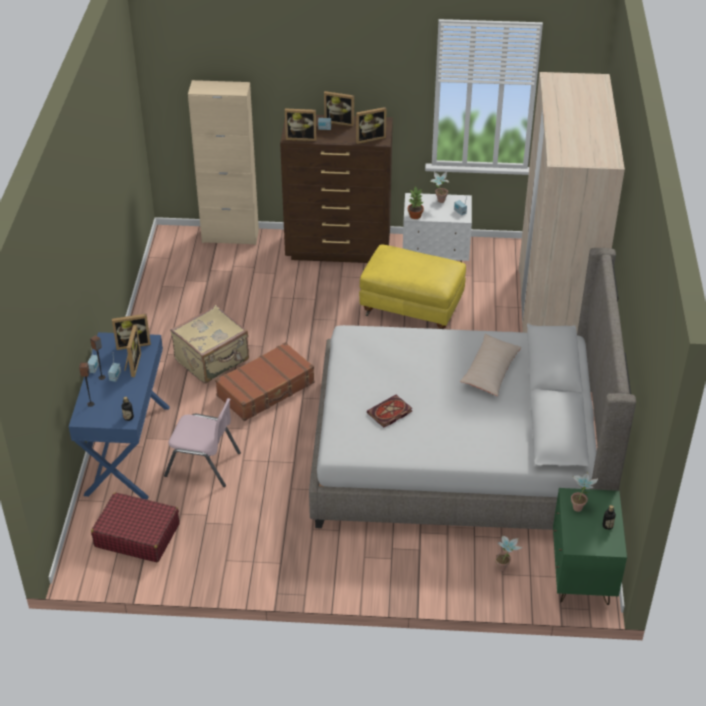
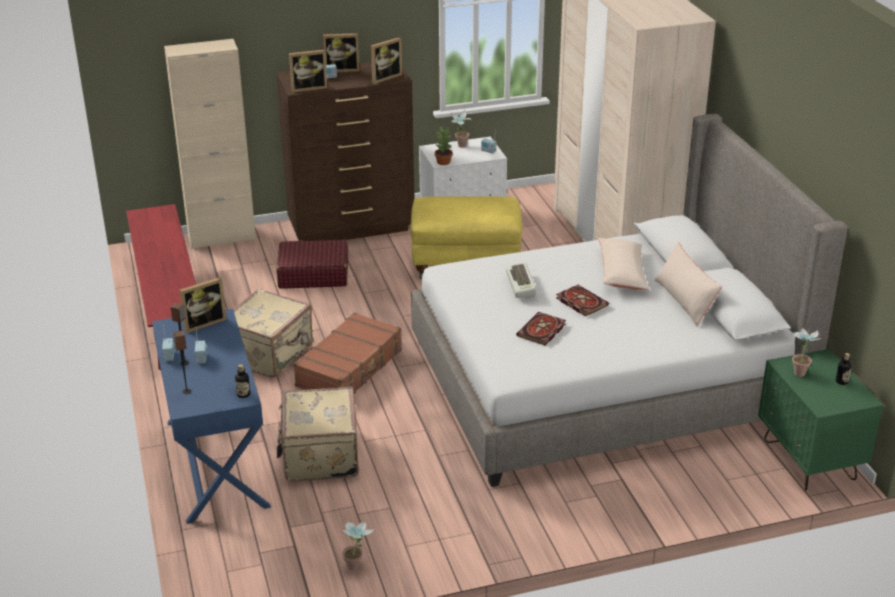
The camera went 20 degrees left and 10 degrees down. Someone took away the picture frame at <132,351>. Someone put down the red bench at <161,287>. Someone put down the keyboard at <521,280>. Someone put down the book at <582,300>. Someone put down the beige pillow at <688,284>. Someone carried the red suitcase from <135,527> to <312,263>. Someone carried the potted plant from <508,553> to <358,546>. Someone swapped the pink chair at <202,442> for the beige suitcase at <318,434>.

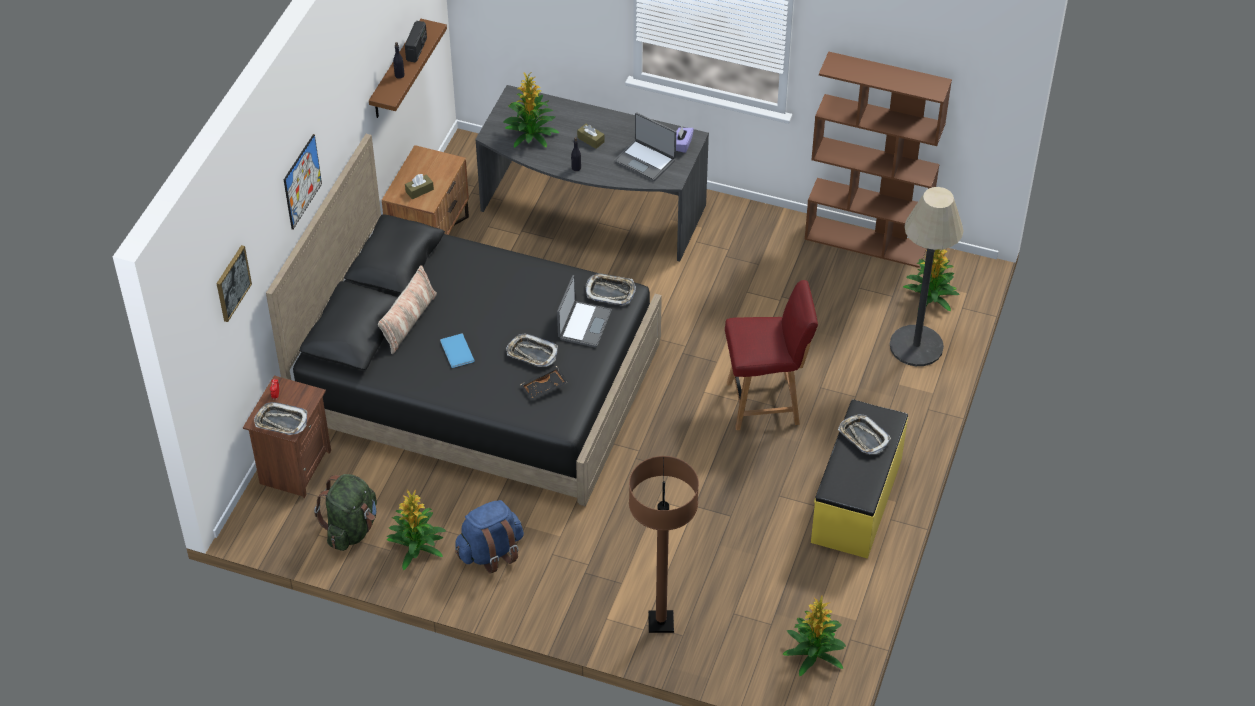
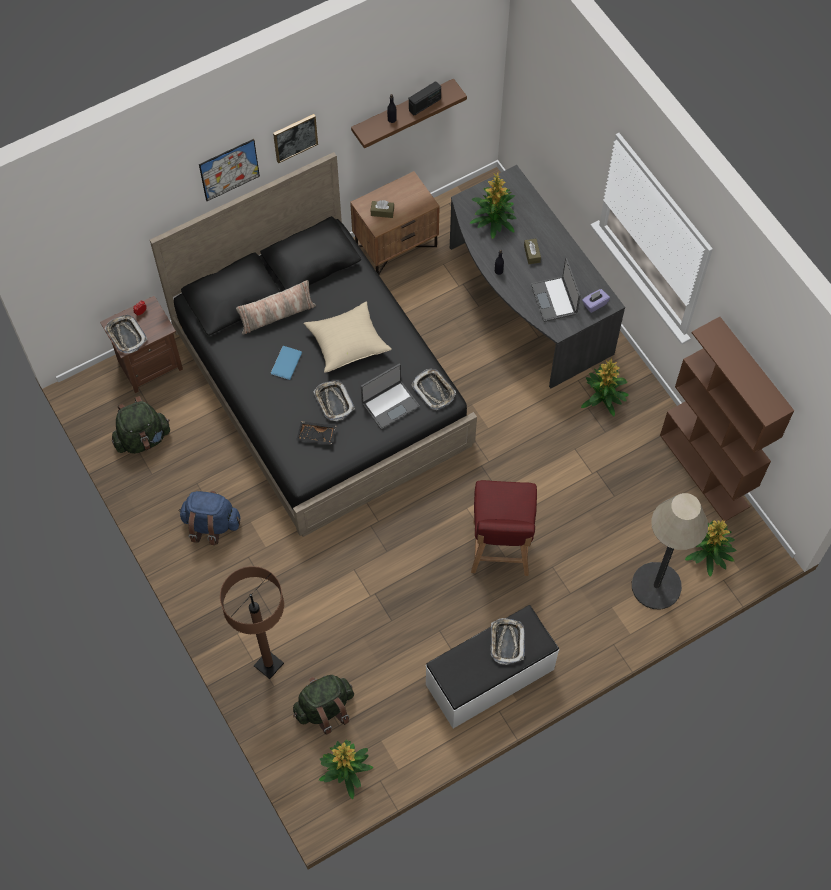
The camera went 40 degrees right and 15 degrees up. Someone put down the green backpack at <323,705>. Someone put down the beige pillow at <348,337>. Someone carried the picture from <234,283> to <295,138>. Someone carried the potted plant from <416,530> to <604,387>. Someone repainted the yellow bench at <859,479>, which became the white bench at <492,666>. Someone rotated the red chair at <771,355> by 60 degrees clockwise.

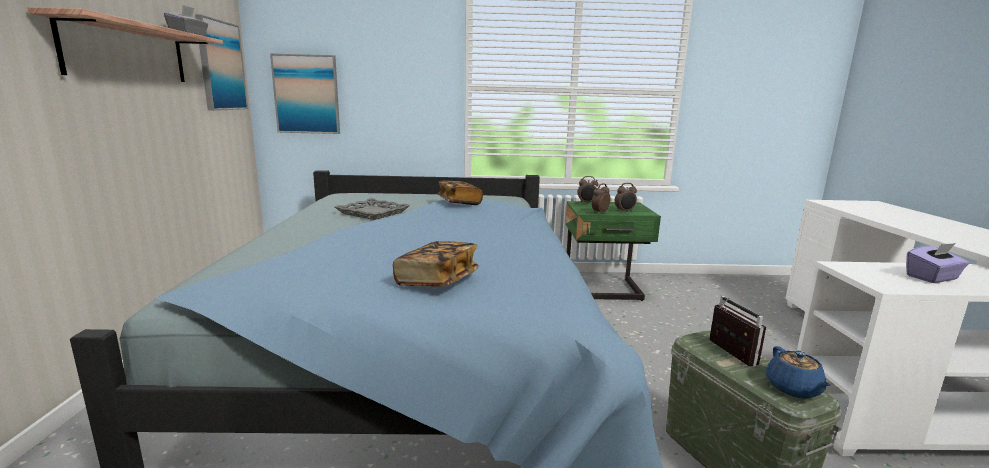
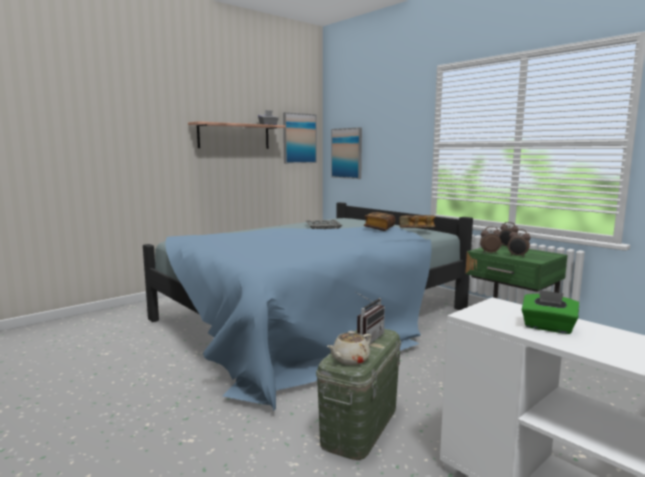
The camera went 50 degrees right and 5 degrees down. Someone carried the book from <436,264> to <417,221>. Someone repainted the blue teapot at <798,372>, which became the beige teapot at <349,348>. Someone repainted the purple tissue box at <937,263>, which became the green tissue box at <550,312>.

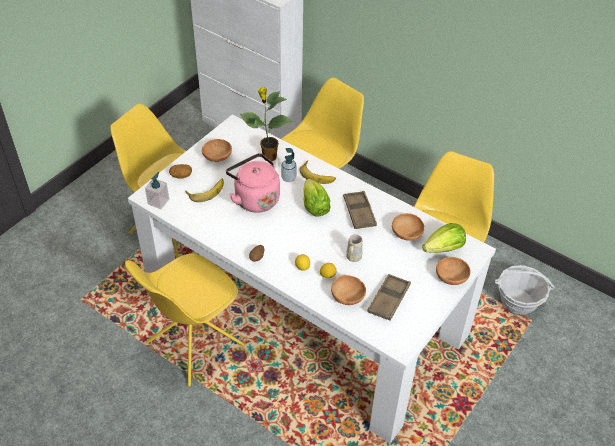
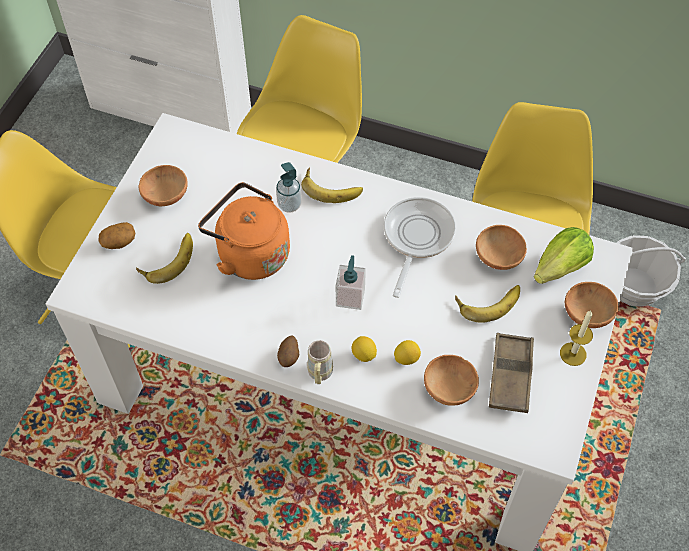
The camera went 15 degrees left and 10 degrees up. Someone took away the yellow chair at <185,319>. Someone took away the potted plant at <266,124>. Someone took away the lettuce at <317,198>. Someone put down the banana at <487,304>. Someone put down the candle at <576,338>. Someone carried the soap dispenser from <157,190> to <351,282>. Someone carried the beige mug from <354,248> to <320,362>. Someone swapped the brown tray at <360,210> for the frying pan at <420,247>. Someone repainted the pink kettle at <253,183>, which became the orange kettle at <244,231>.

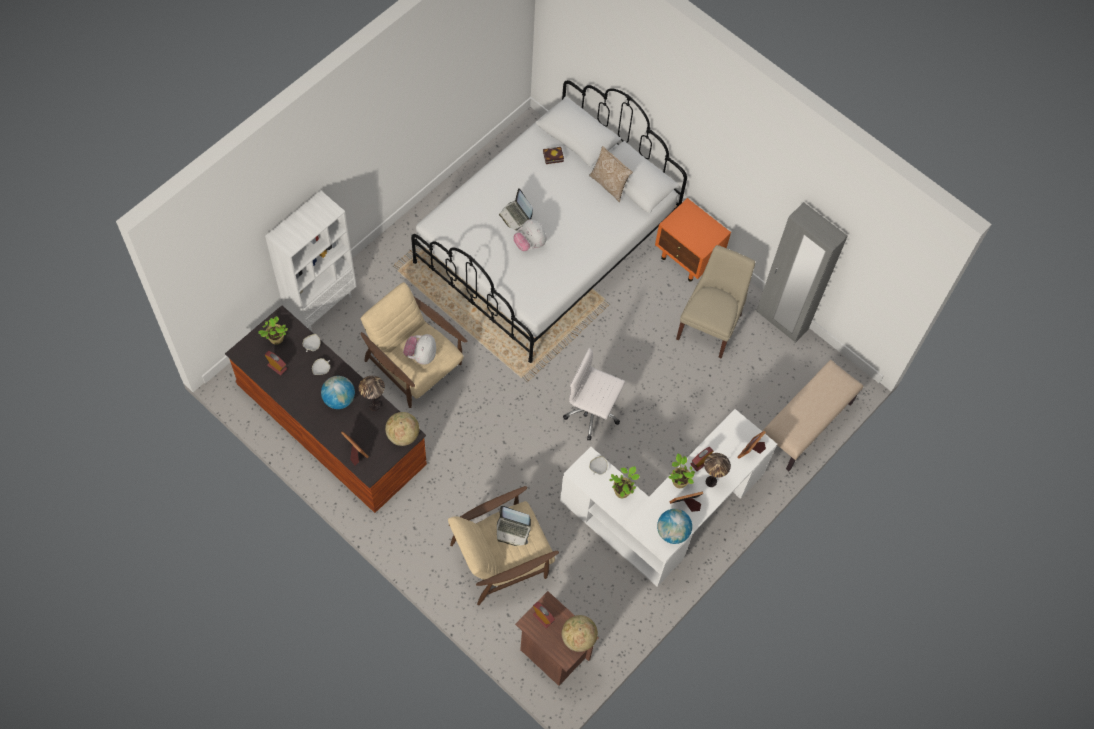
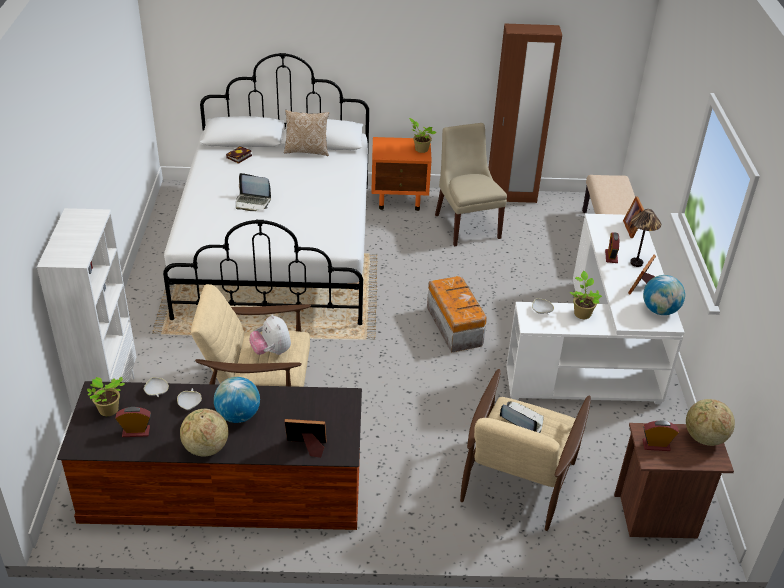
The camera went 40 degrees left and 25 degrees down. Someone took away the table lamp at <372,393>. Someone took away the plush toy at <530,235>. Someone carried the globe from <402,429> to <204,433>. Someone carried the potted plant from <682,471> to <422,135>. Someone swapped the white office chair at <594,394> for the storage box at <457,314>. Someone repainted the grey wardrobe at <802,272>, which became the brown wardrobe at <525,113>. Someone rotated the laptop at <514,526> by 120 degrees counterclockwise.

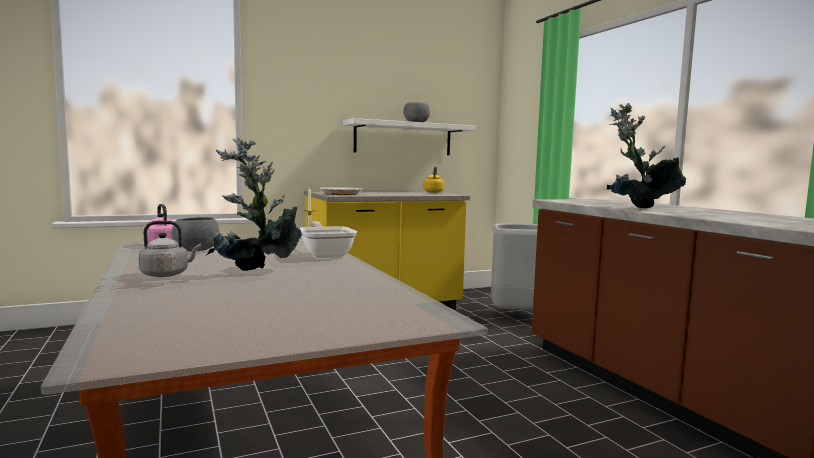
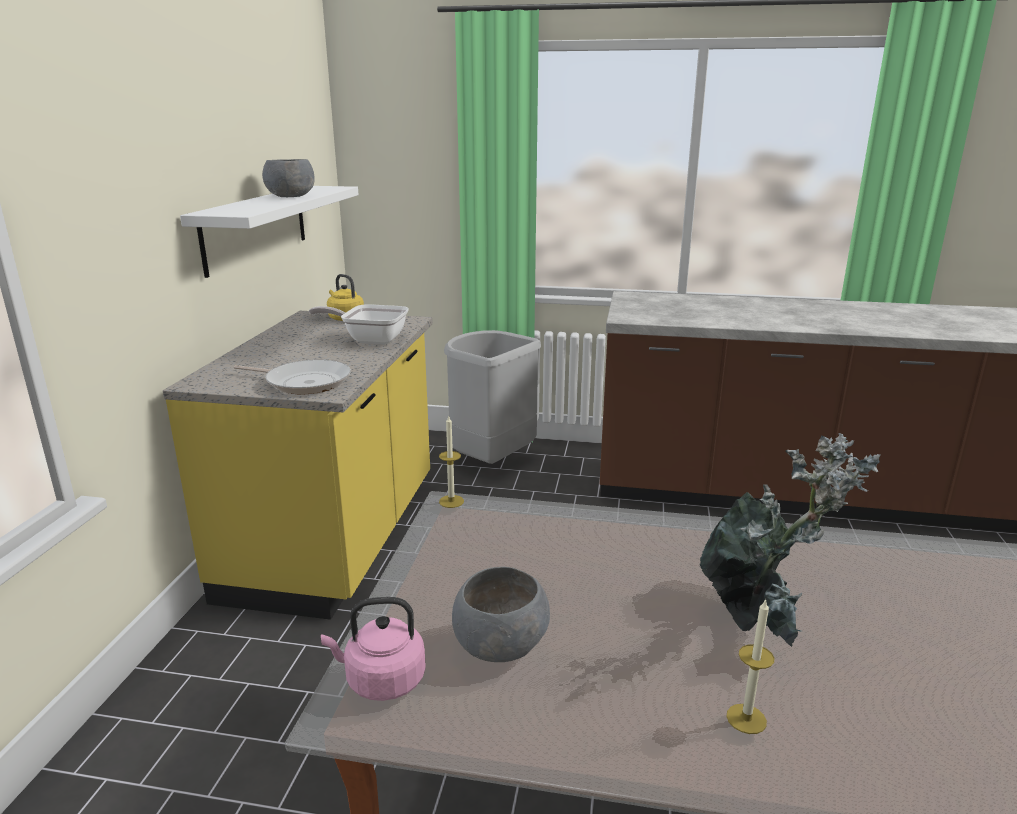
The camera went 55 degrees left and 15 degrees up. Someone took away the potted plant at <646,155>. Someone carried the frying pan from <328,239> to <359,324>. Someone swapped the grey kettle at <169,249> for the candle at <750,666>.

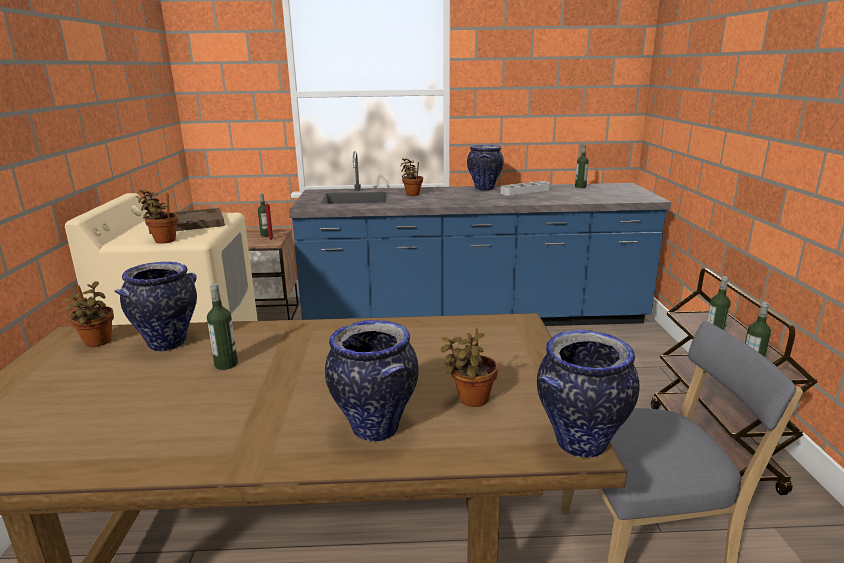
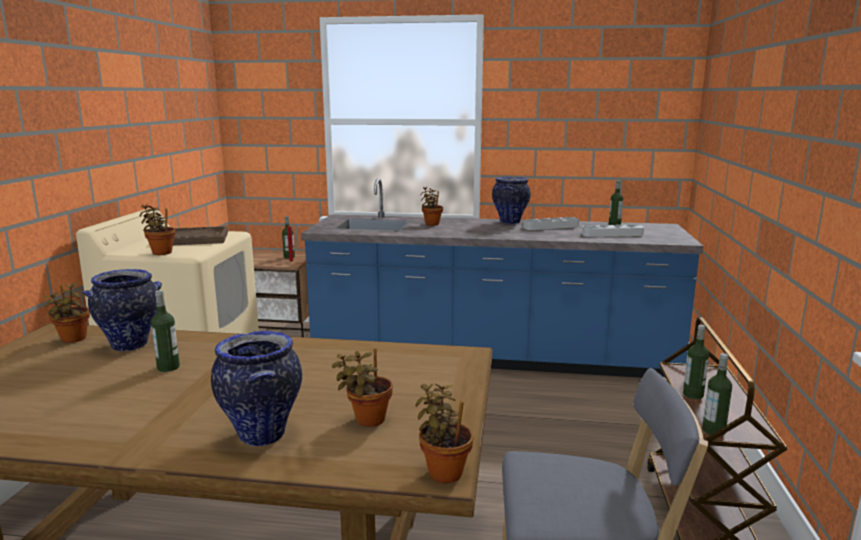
The camera went 10 degrees right and 5 degrees down. Someone put down the grey tray at <613,231>. Someone swapped the vase at <588,394> for the potted plant at <444,433>.

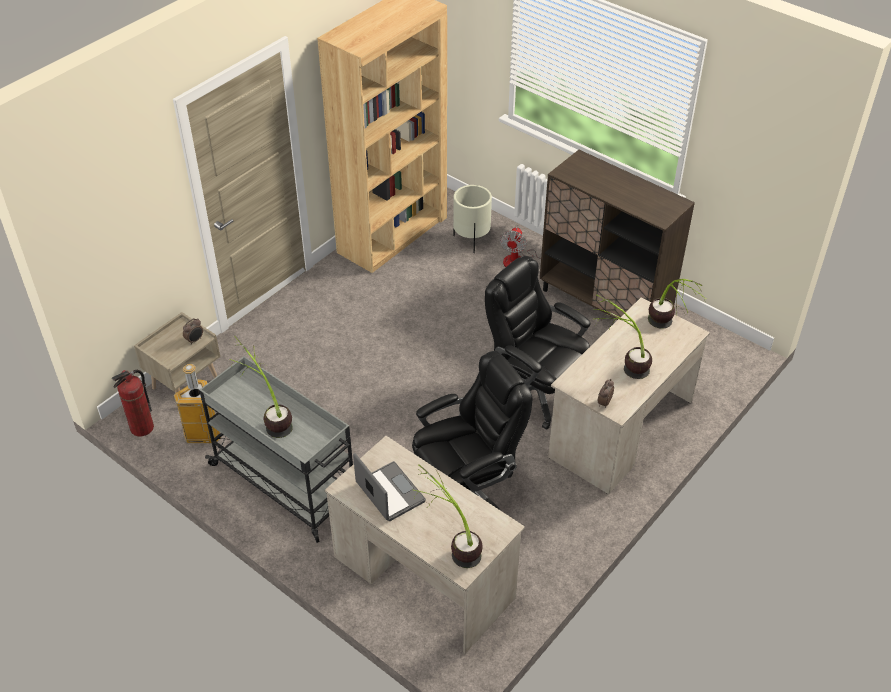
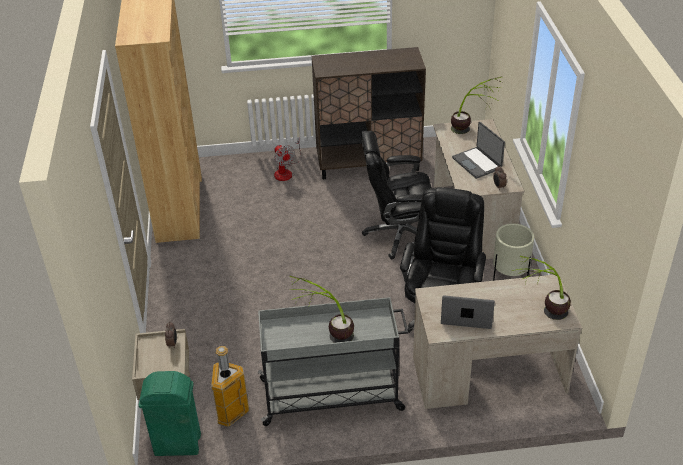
The camera went 45 degrees left and 5 degrees down. Someone carried the beige planter from <472,219> to <513,252>. Someone swapped the fire extinguisher at <133,403> for the green trash can at <170,413>. Someone swapped the potted plant at <623,336> for the laptop at <478,150>.

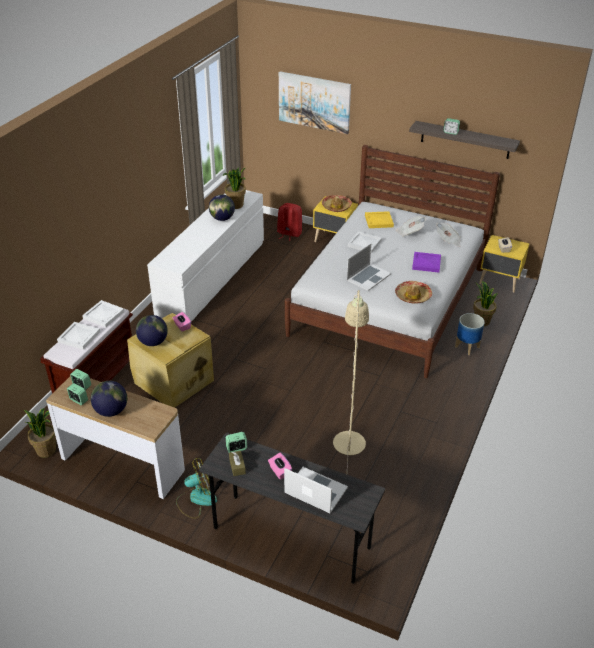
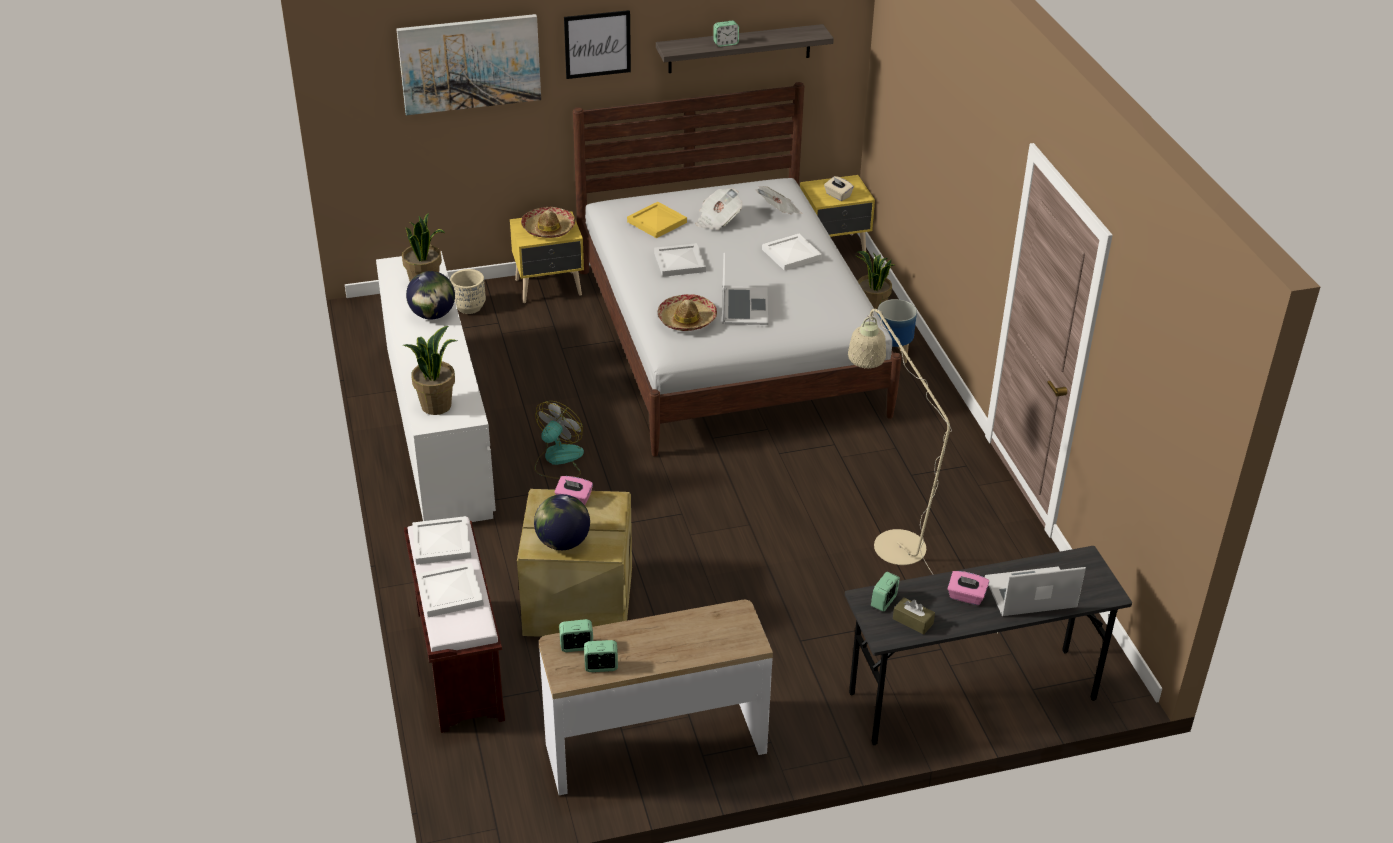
The camera went 40 degrees left and 0 degrees up. Someone took away the globe at <109,399>. Someone put up the picture at <597,44>. Someone carried the potted plant from <40,433> to <430,370>. Someone carried the fan from <196,488> to <559,440>. Someone carried the hat from <413,292> to <687,312>. Someone swapped the red backpack at <289,222> for the beige planter at <468,291>. Someone repainted the purple tray at <426,262>, which became the white tray at <792,252>.

